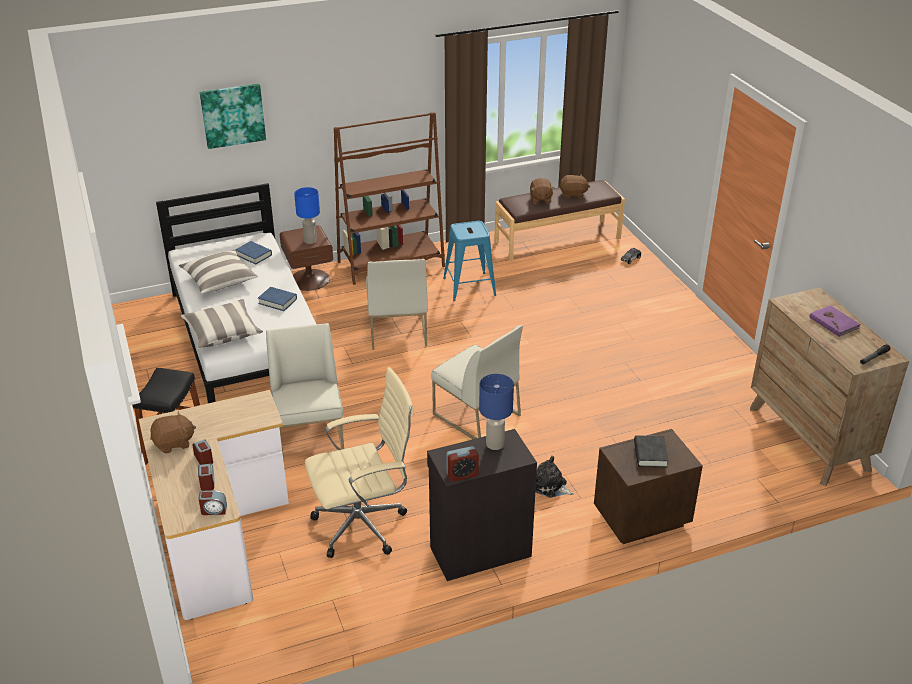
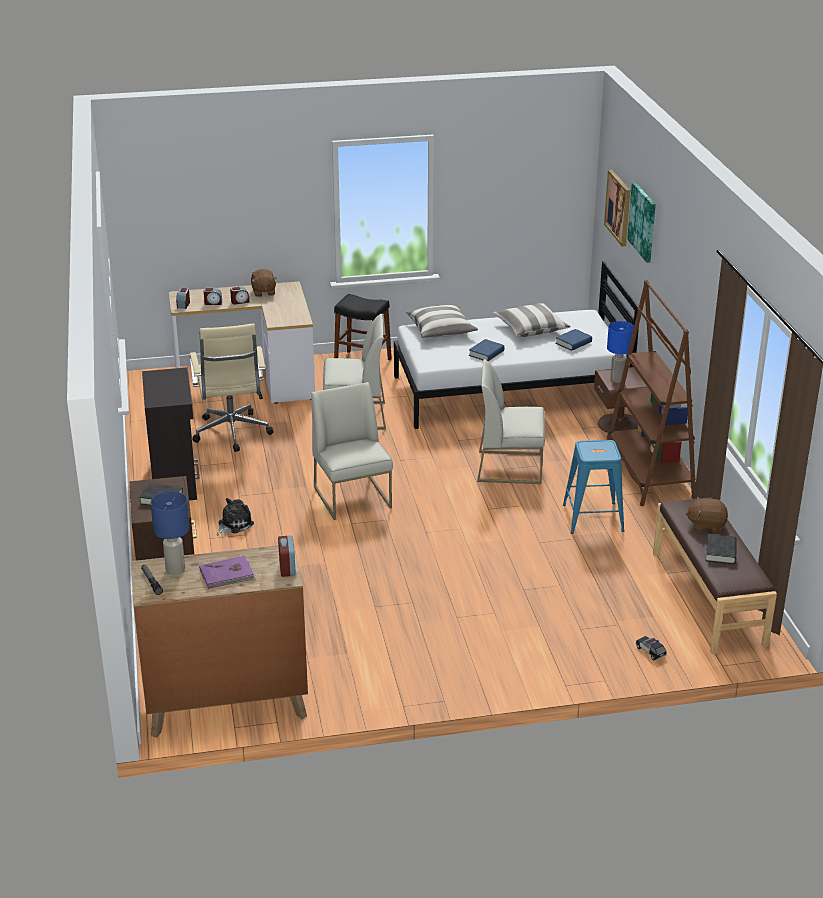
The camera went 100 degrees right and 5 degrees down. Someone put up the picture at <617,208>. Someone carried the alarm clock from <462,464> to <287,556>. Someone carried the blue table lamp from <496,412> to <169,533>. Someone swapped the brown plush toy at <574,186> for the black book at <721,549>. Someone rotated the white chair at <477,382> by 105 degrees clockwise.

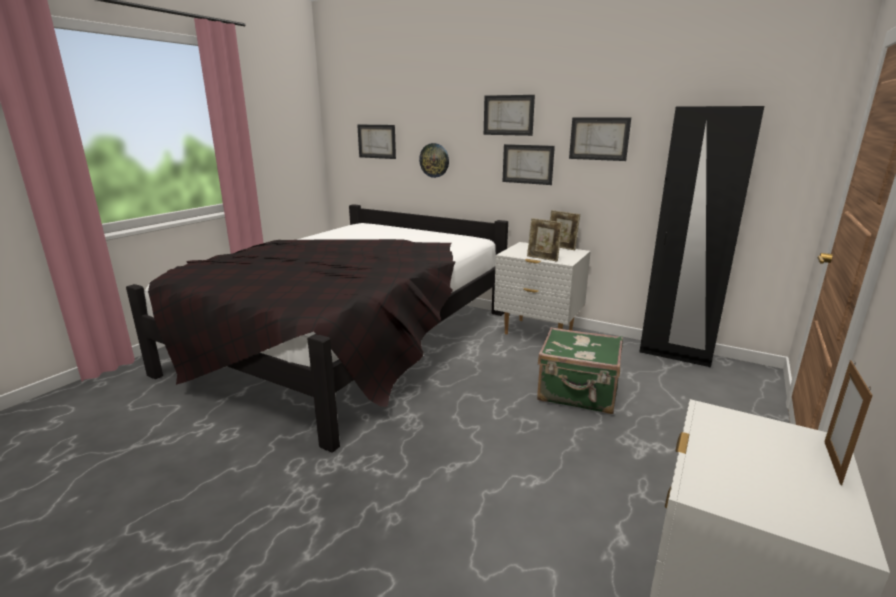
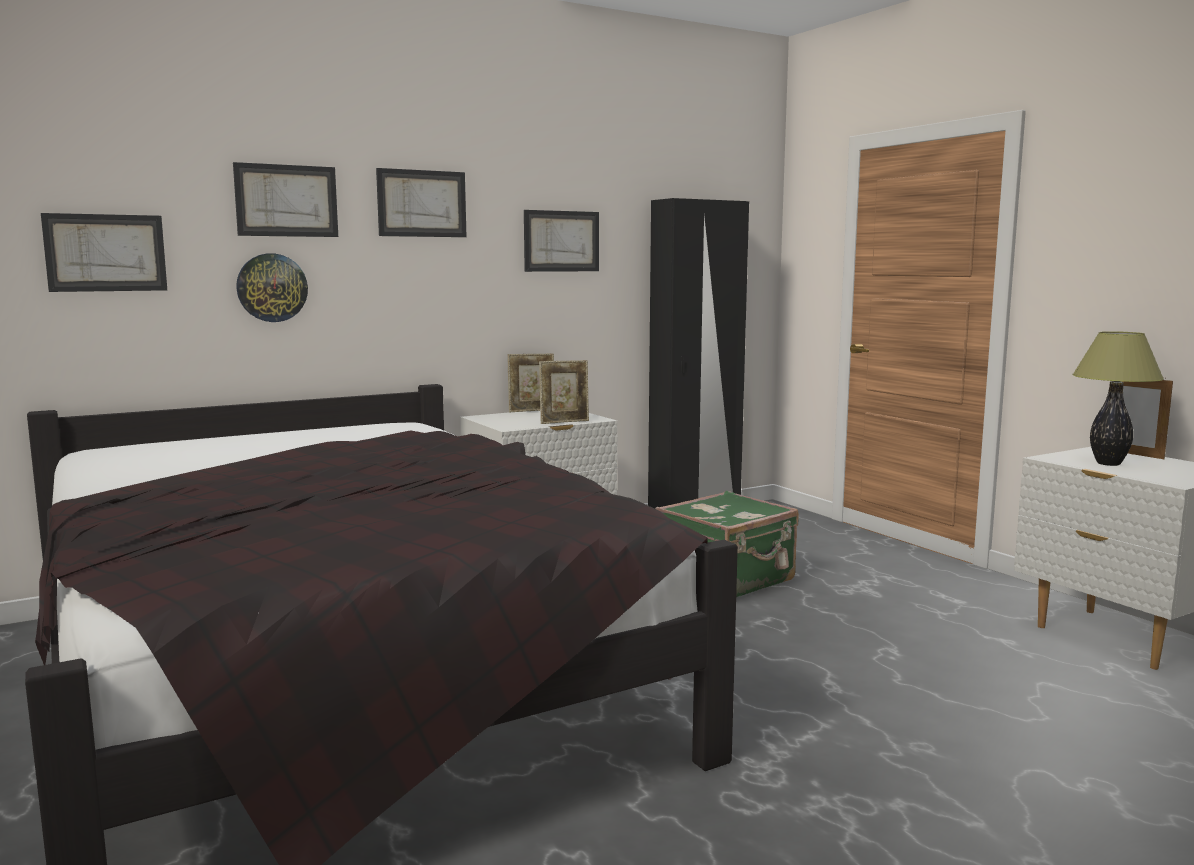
The camera went 60 degrees left and 10 degrees down. Someone put down the table lamp at <1118,398>. Someone carried the picture from <529,164> to <285,199>.

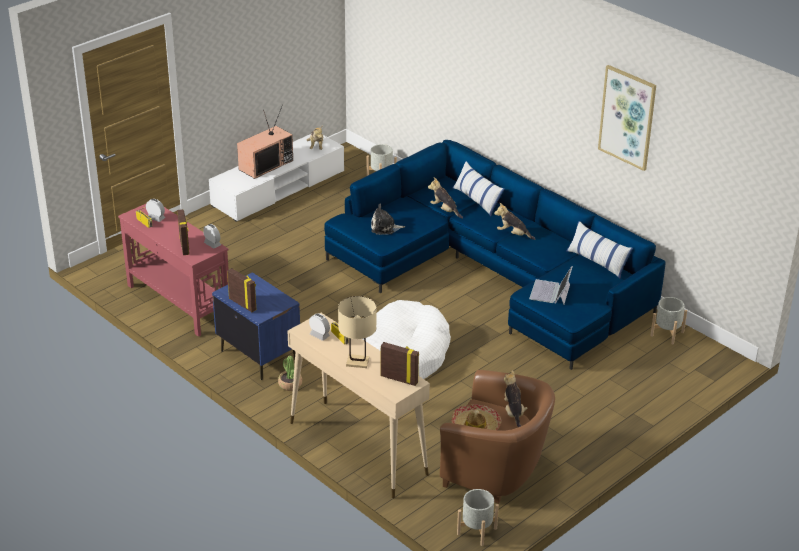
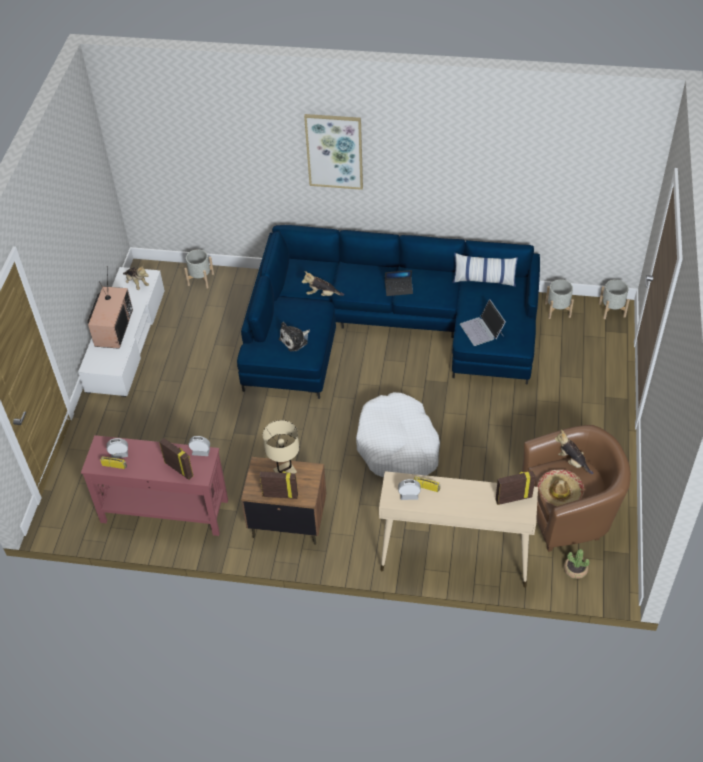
The camera went 35 degrees left and 15 degrees up. Someone took away the pillow at <479,188>. Someone carried the potted plant from <290,373> to <576,564>. Someone carried the beige table lamp from <357,332> to <281,446>. Someone carried the grey planter from <478,517> to <614,299>. Someone carried the picture from <627,118> to <333,152>. Someone swapped the plush toy at <514,221> for the laptop at <399,283>. Someone repainted the blue nightstand at <256,326>, which became the brown nightstand at <283,501>.

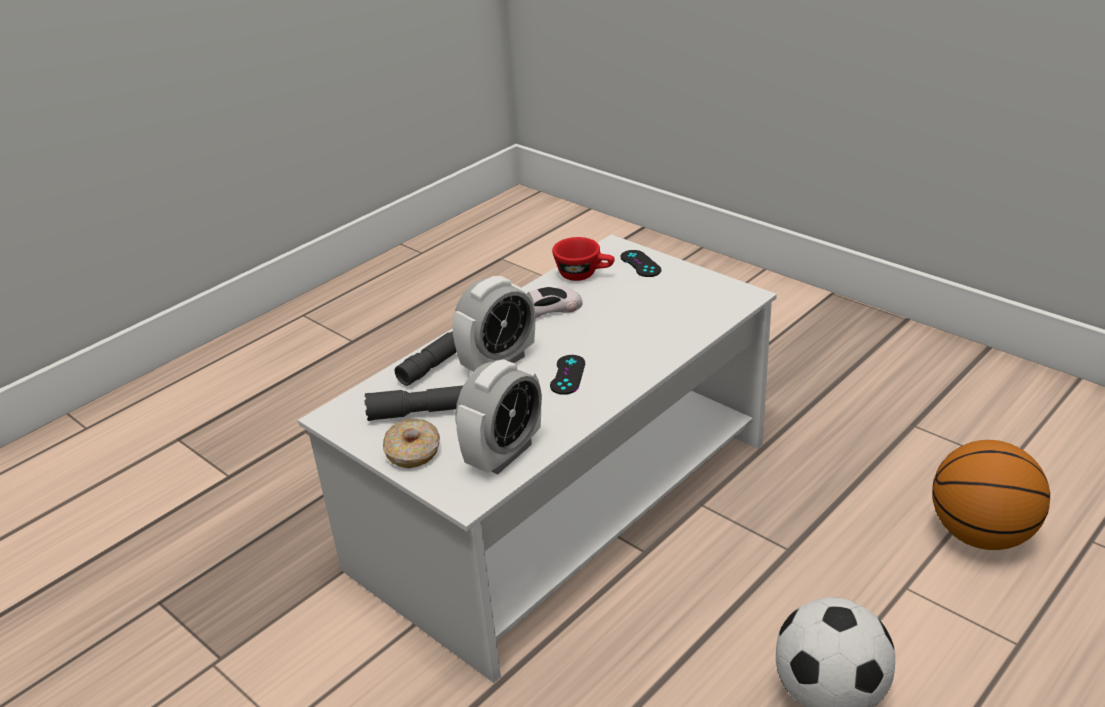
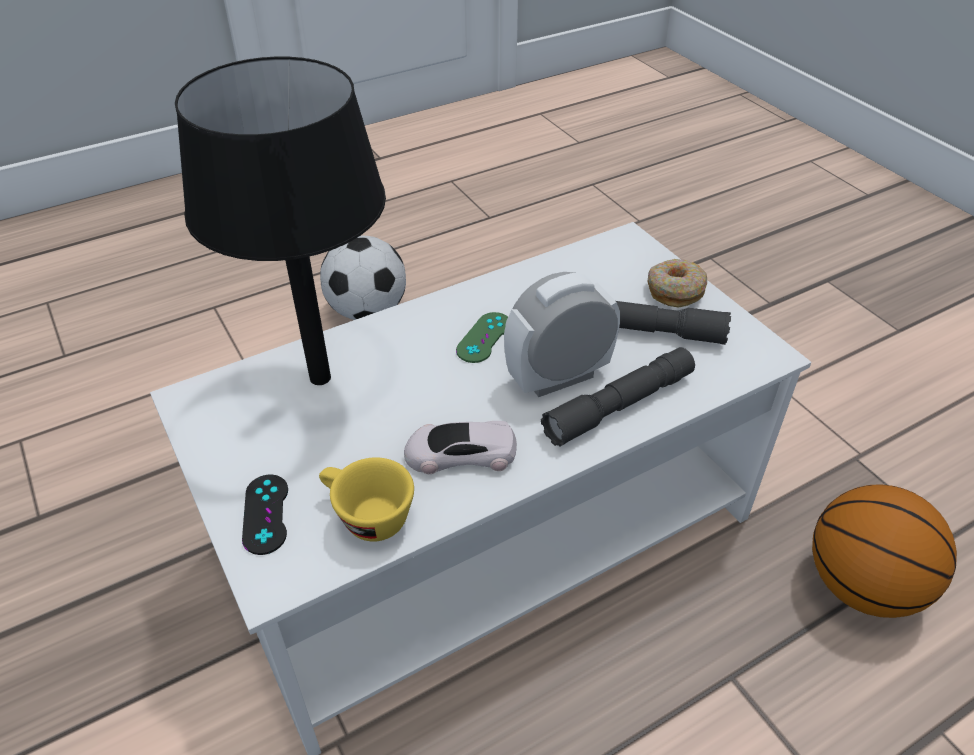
The camera went 165 degrees left and 10 degrees up. Someone took away the alarm clock at <498,416>. Someone put down the black table lamp at <280,221>. Someone carried the basketball from <991,495> to <884,551>. Someone repainted the black game controller at <567,375>, which became the green game controller at <482,337>. Someone repainted the red cup at <583,259>, which became the yellow cup at <366,499>.

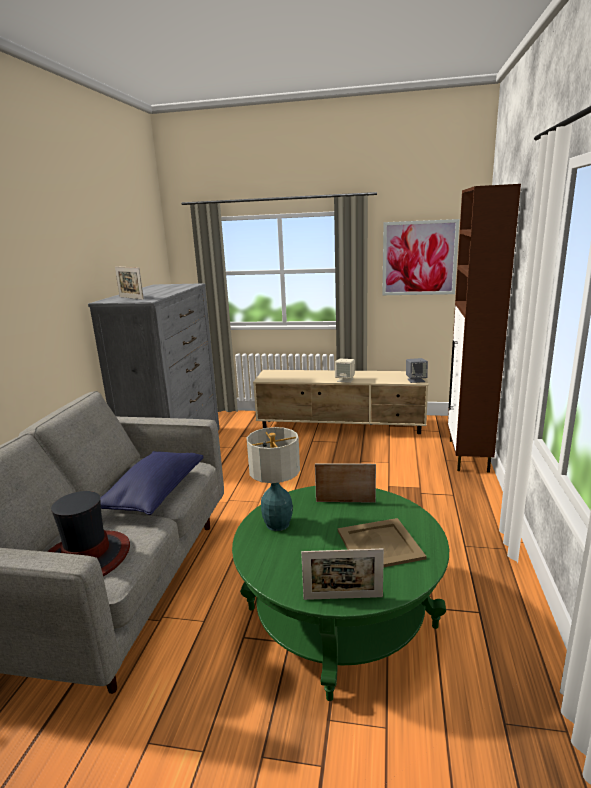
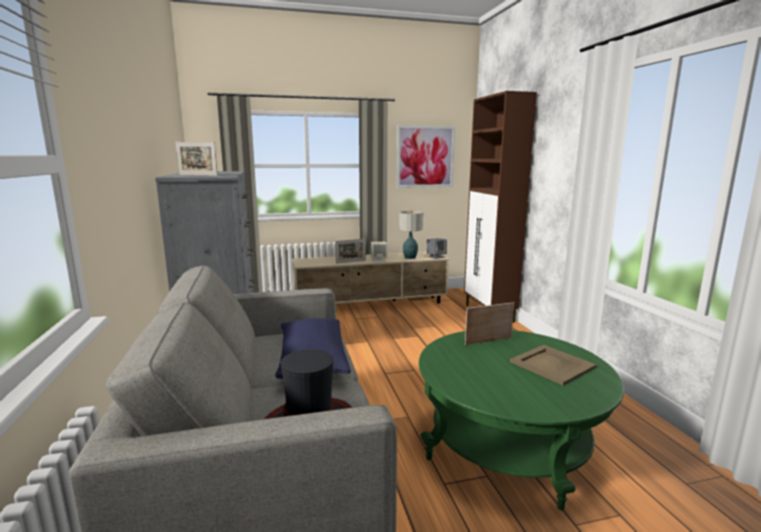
The camera went 25 degrees left and 5 degrees down. Someone carried the table lamp from <273,479> to <411,234>. Someone carried the picture frame from <342,574> to <350,251>.

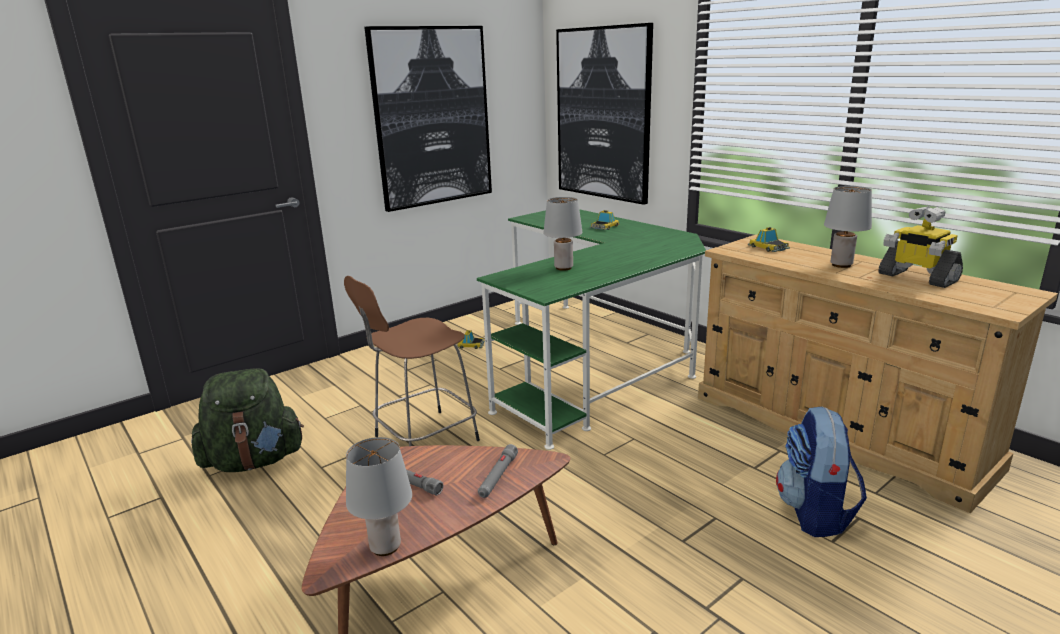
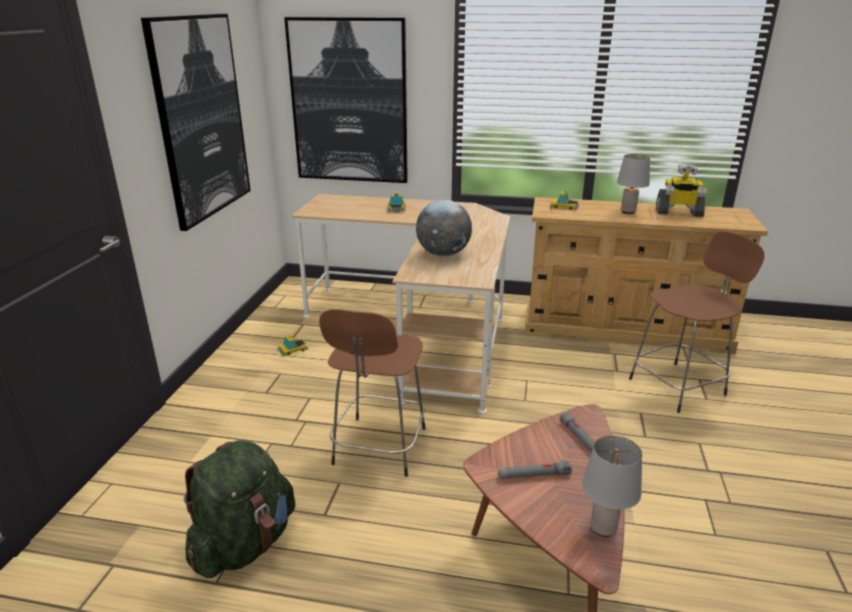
The camera went 40 degrees left and 5 degrees up. Someone swapped the grey table lamp at <562,234> for the globe at <444,228>. Someone swapped the backpack at <821,471> for the brown stool at <696,322>. Someone repainted the green desk at <591,329>, which became the beige desk at <401,304>.

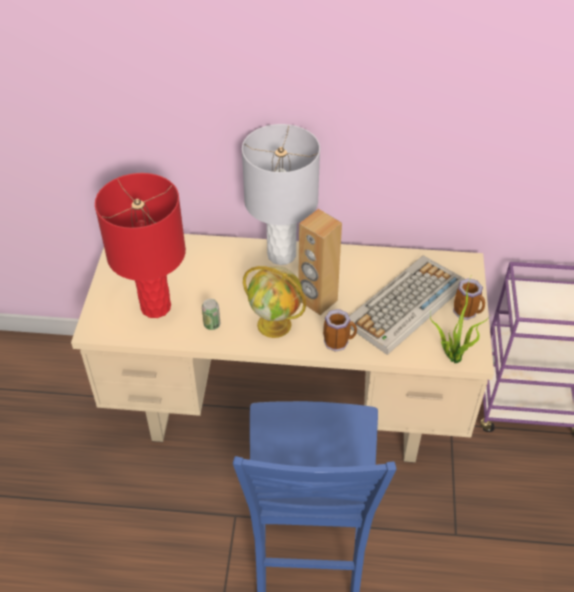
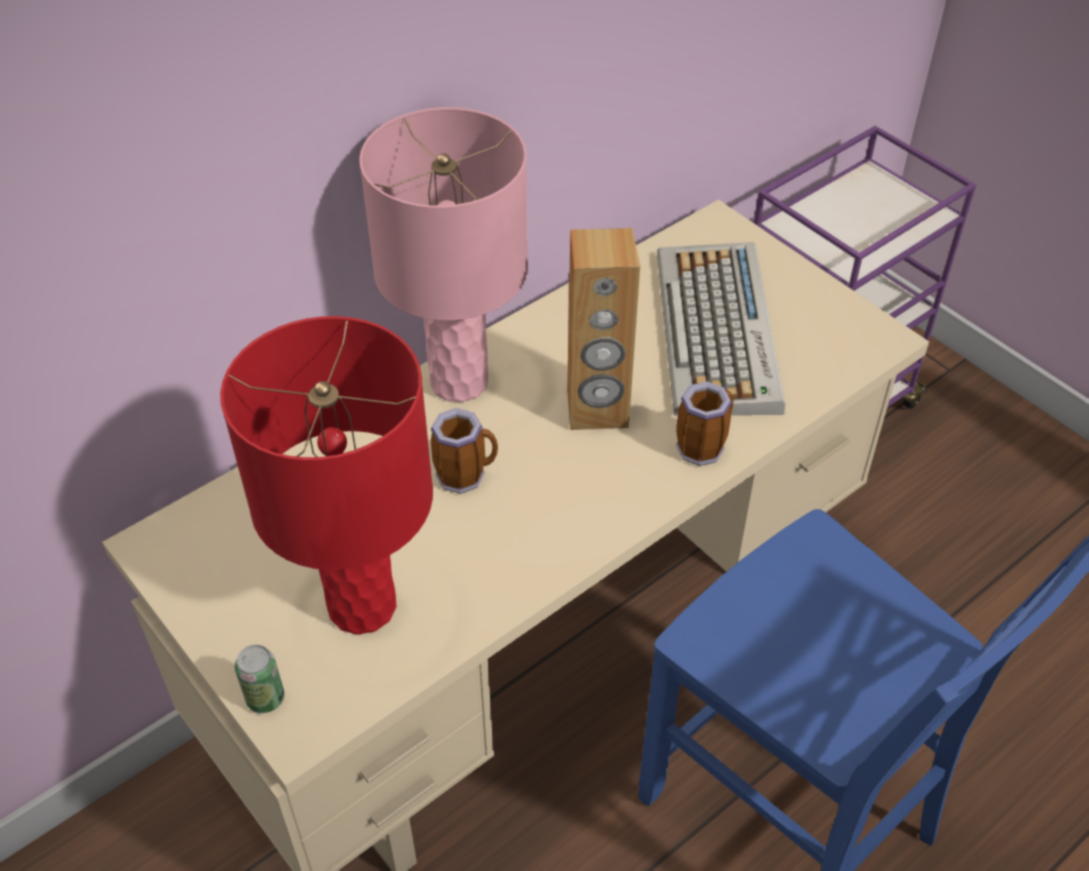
The camera went 45 degrees left and 0 degrees up. Someone took away the globe at <274,302>. Someone took away the potted plant at <460,320>. Someone carried the can from <211,314> to <260,679>. Someone carried the mug from <469,299> to <464,451>. Someone repainted the grey table lamp at <281,194>, which became the pink table lamp at <443,254>.

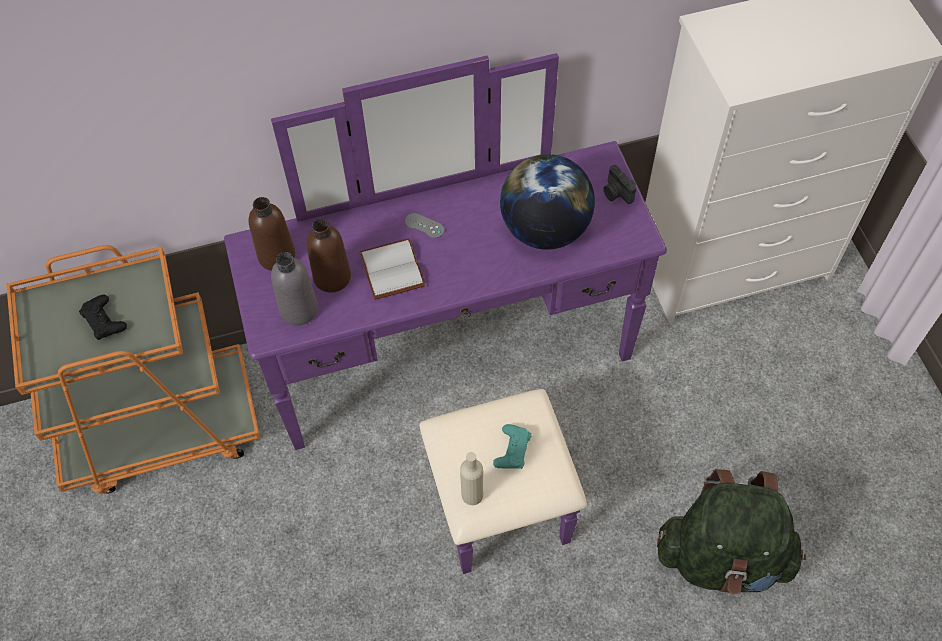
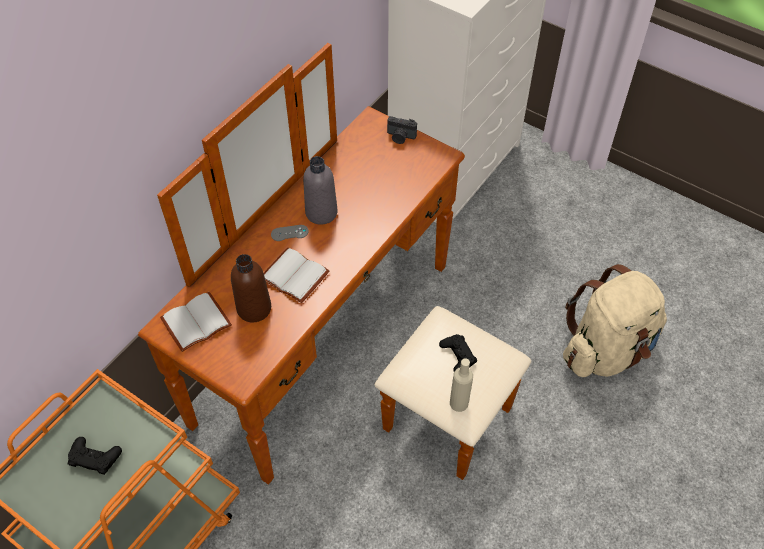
The camera went 40 degrees left and 5 degrees down. Someone took away the globe at <547,202>. Someone carried the grey bottle from <294,288> to <320,190>. Someone swapped the brown bottle at <272,234> for the white book at <196,322>. Someone repainted the purple dresser at <445,313>, which became the brown dresser at <334,264>. Someone repainted the turquoise game controller at <512,446>, which became the black game controller at <458,352>. Someone repainted the green backpack at <731,532>, which became the beige backpack at <615,320>.

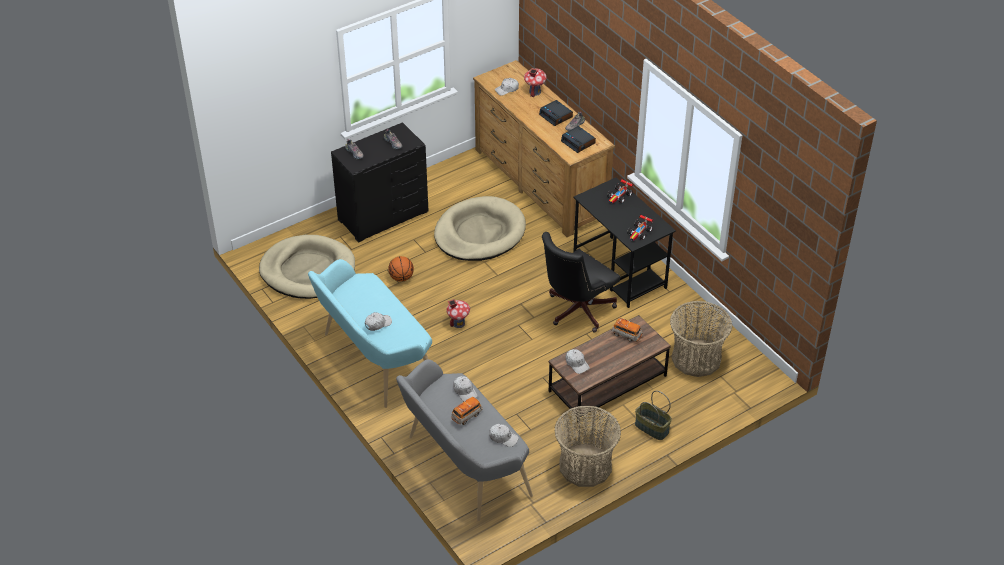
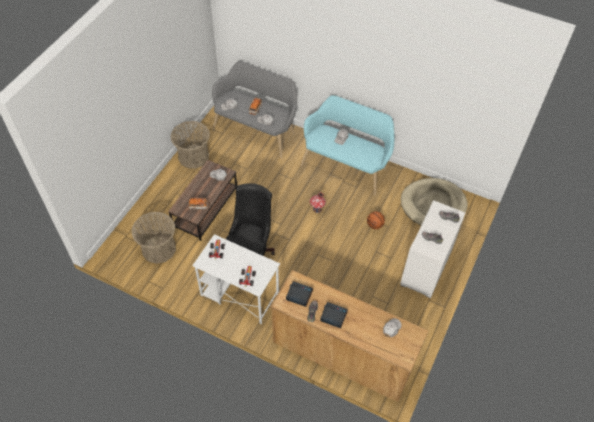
The camera went 150 degrees right and 10 degrees up. Someone took away the beige dog bed at <480,228>. Someone took away the toy house at <535,82>. Someone took away the basket at <653,415>. Someone repainted the black dresser at <380,182>, which became the white dresser at <432,249>. Someone repainted the black desk at <624,243>, which became the white desk at <236,279>.

